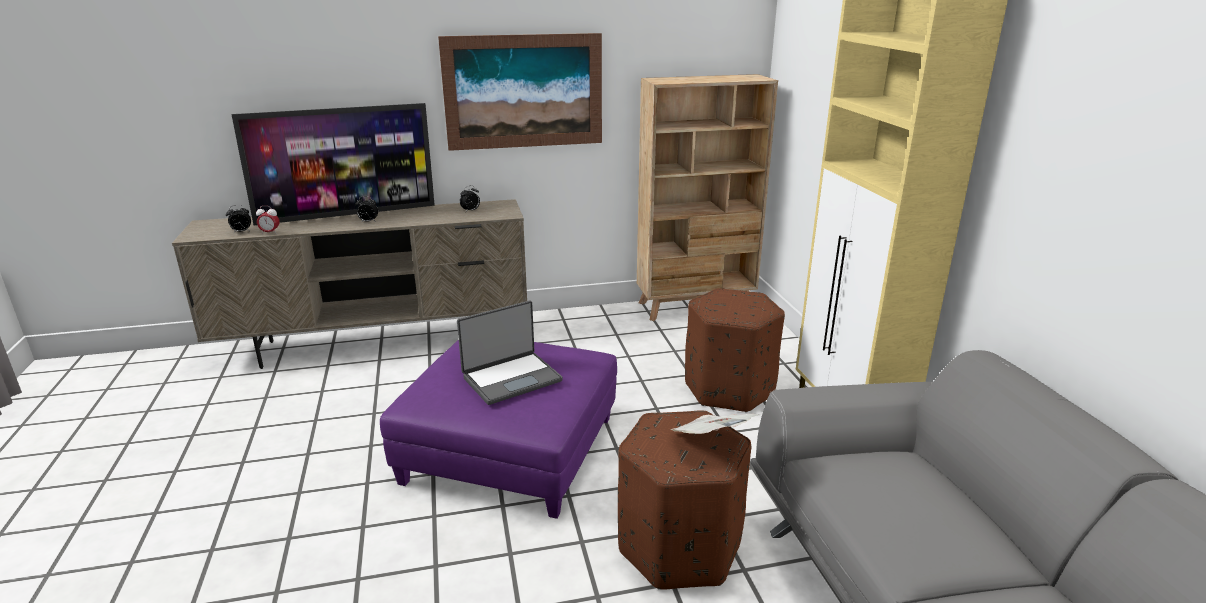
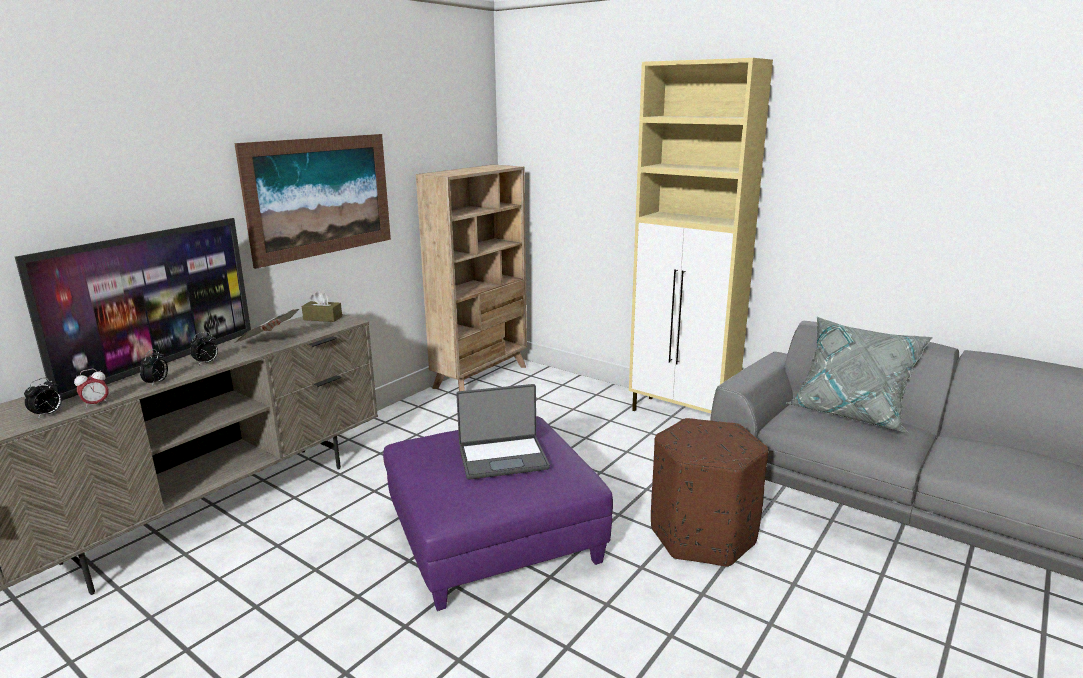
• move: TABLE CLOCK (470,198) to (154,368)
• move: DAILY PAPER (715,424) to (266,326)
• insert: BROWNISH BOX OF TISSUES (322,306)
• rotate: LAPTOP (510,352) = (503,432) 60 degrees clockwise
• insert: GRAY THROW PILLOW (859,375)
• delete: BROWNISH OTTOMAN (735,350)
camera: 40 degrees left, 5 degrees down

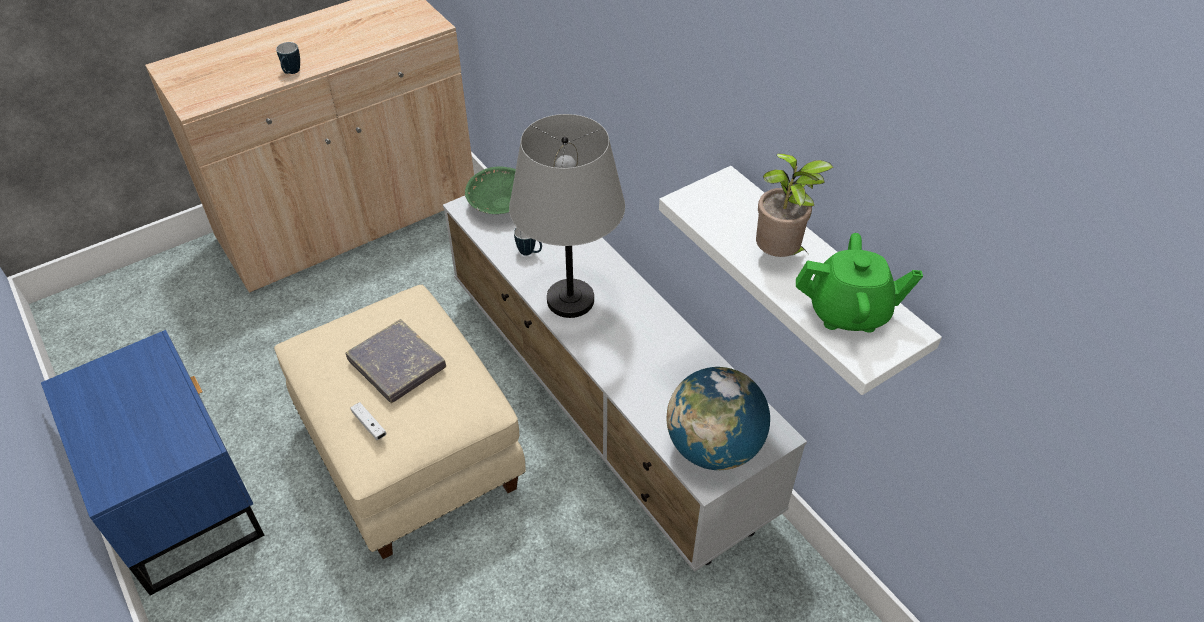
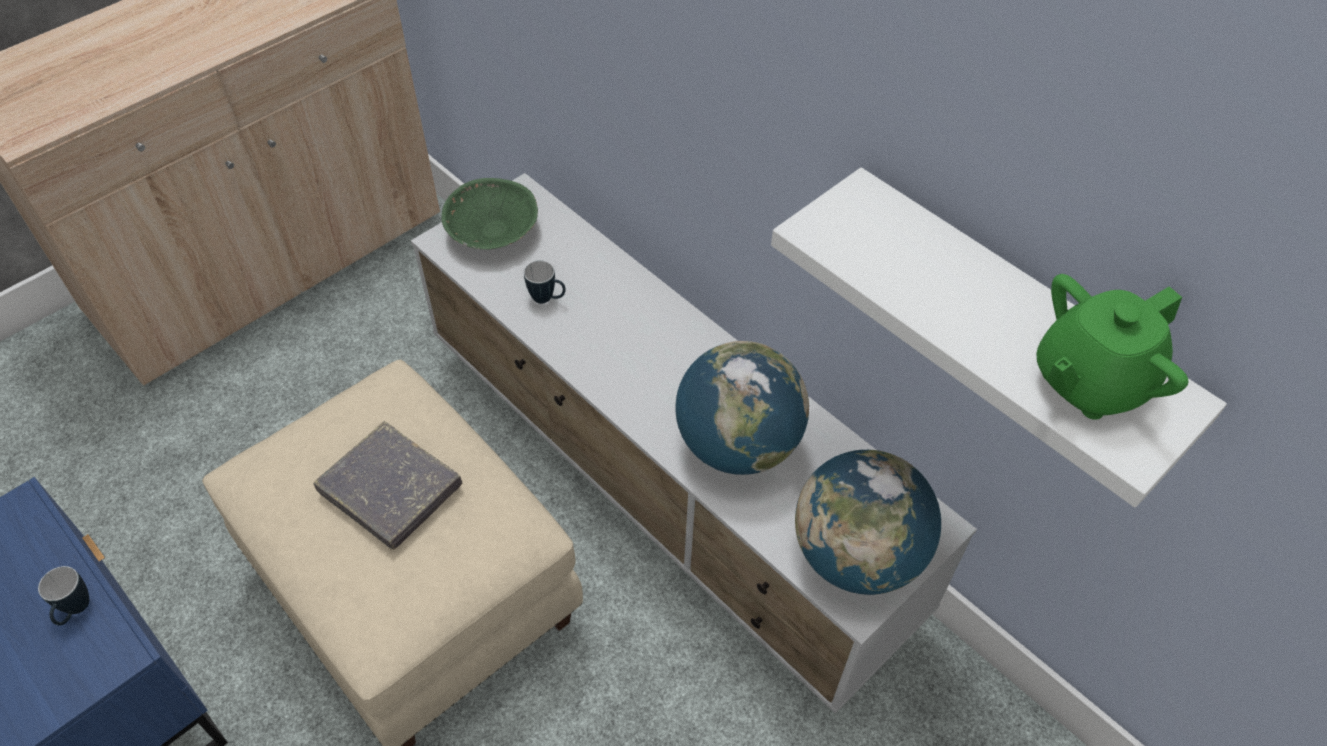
• move: MUG (288,58) to (63,596)
• insert: WORLD GLOBE (742,408)
• rotate: GREEN POT FOR TEA (859,283) = (1113,347) 150 degrees clockwise
• delete: WHITE-COLOURED GAME CONTROLLER (368,421)
• delete: GRAY TABLETOP LAMP (567,216)
• delete: POTTED PLANT (794,205)
camera: 10 degrees left, 5 degrees up

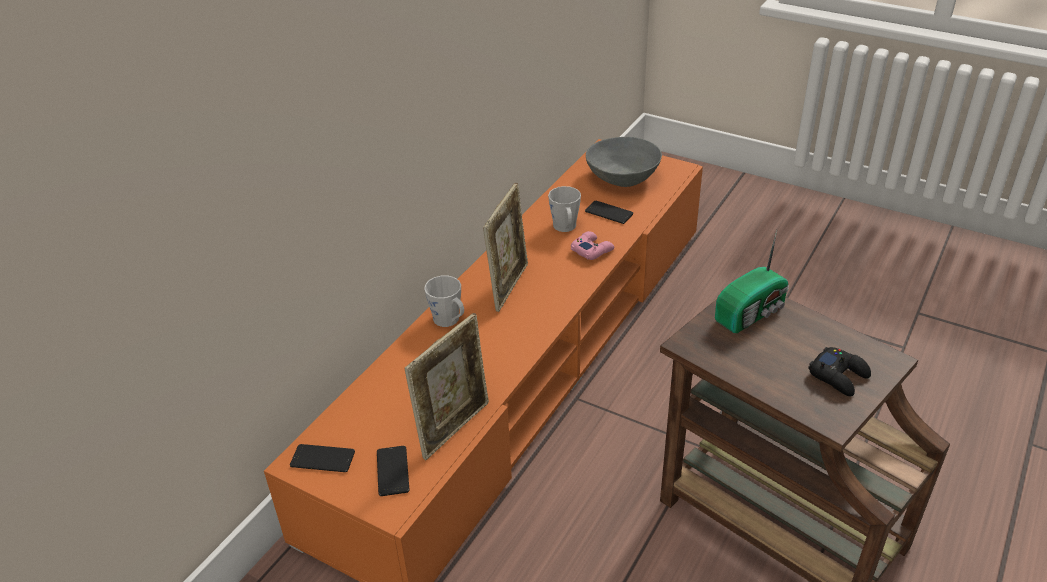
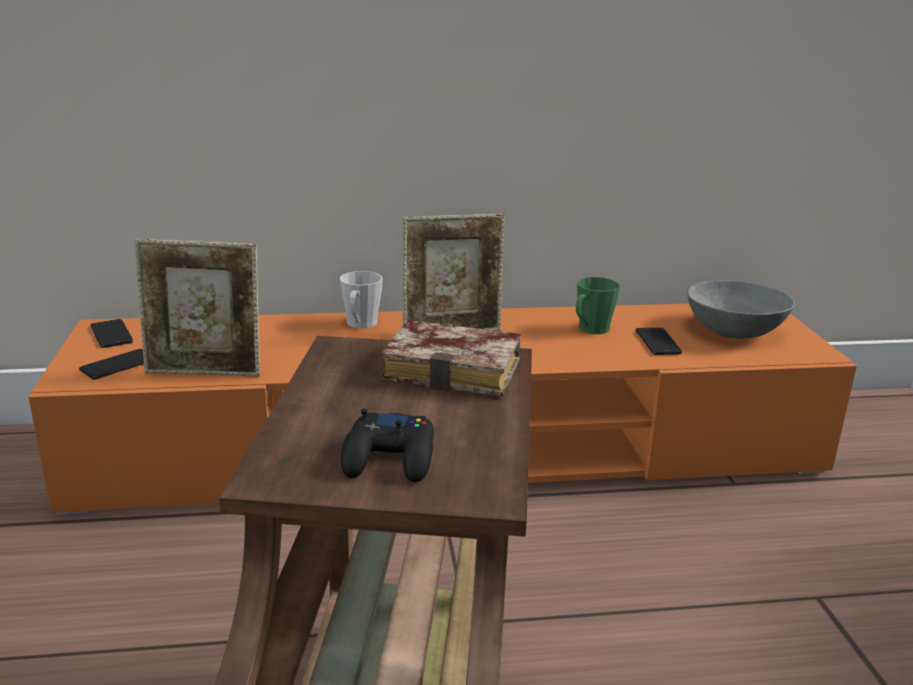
• replace: RADIO RECEIVER (752,281) to BOOK (451,358)
• recolor: GRAY MUG (564,209) to GREEN MUG (598,305)
• delete: PINKISH GAME CONTROLLER (593,245)
camera: 50 degrees right, 15 degrees down

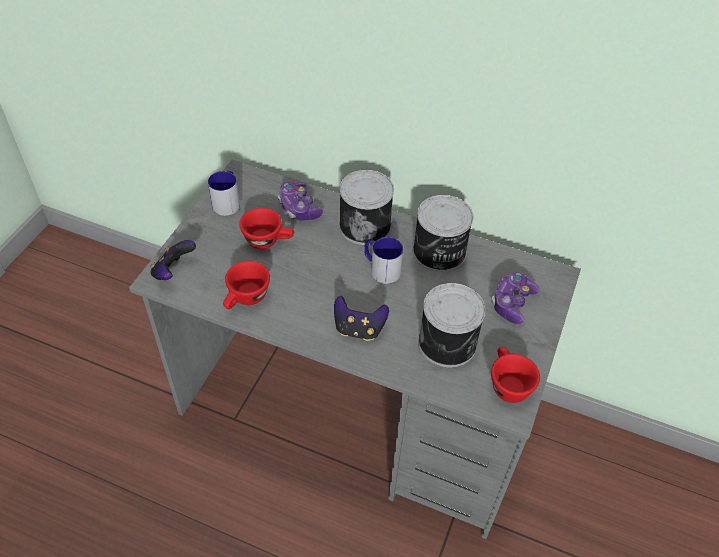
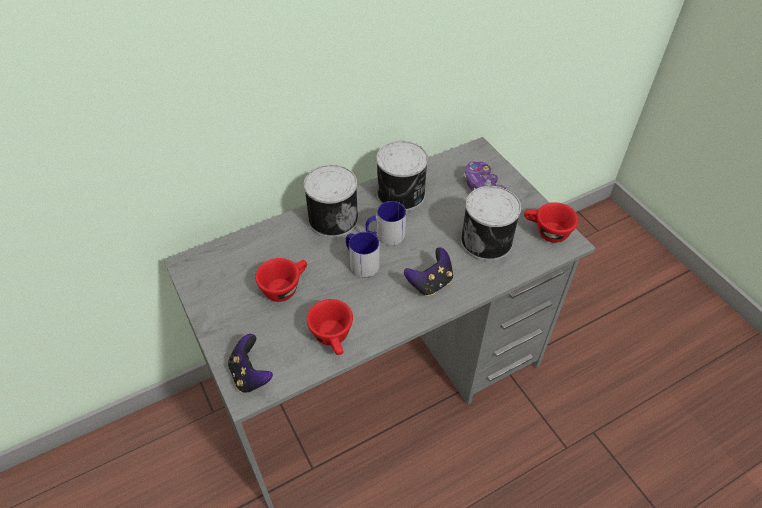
• move: MUG (224,193) to (362,254)
• delete: GAME CONTROLLER (300,201)
camera: 50 degrees left, 0 degrees up

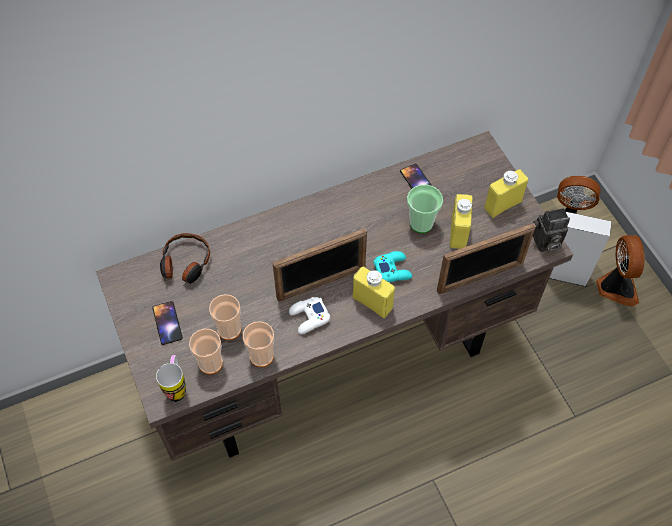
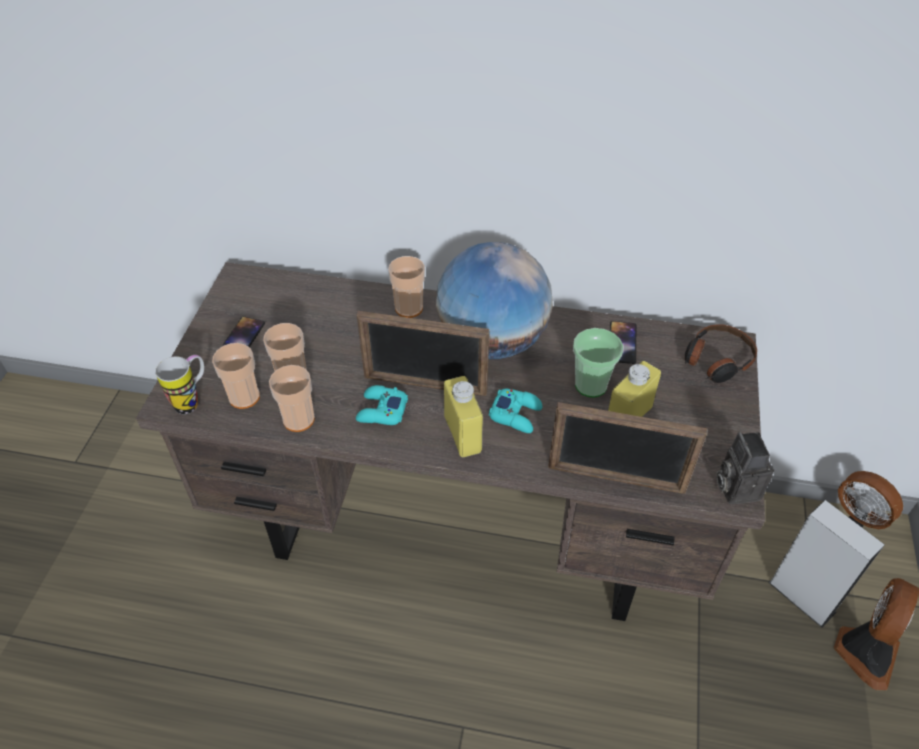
• recolor: WHITE-COLOURED GAME CONTROLLER (309,315) to TURQUOISE-COLOURED GAME CONTROLLER (382,405)
• insert: CUP (406,287)
• insert: WORLD GLOBE (494,300)
• move: HEADSET (185,259) to (721,353)
• rotate: PHOTO CAMERA (551,230) = (745,468) 60 degrees clockwise
• delete: YELLOWISH BEVERAGE BOTTLE (506,193)
camera: 35 degrees right, 10 degrees down

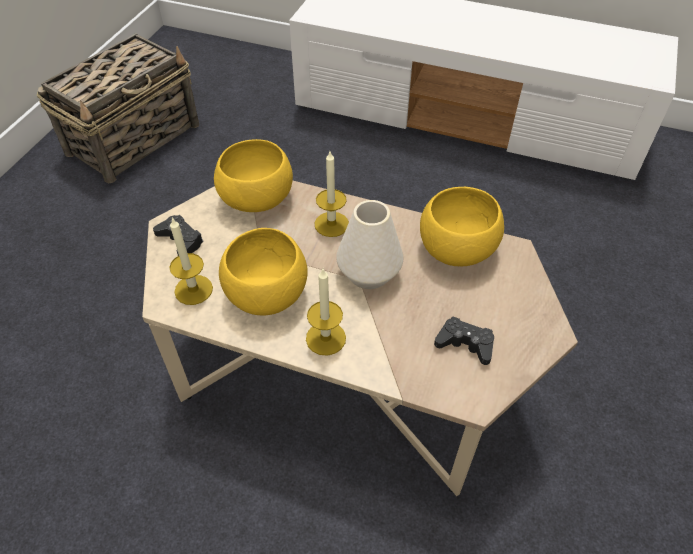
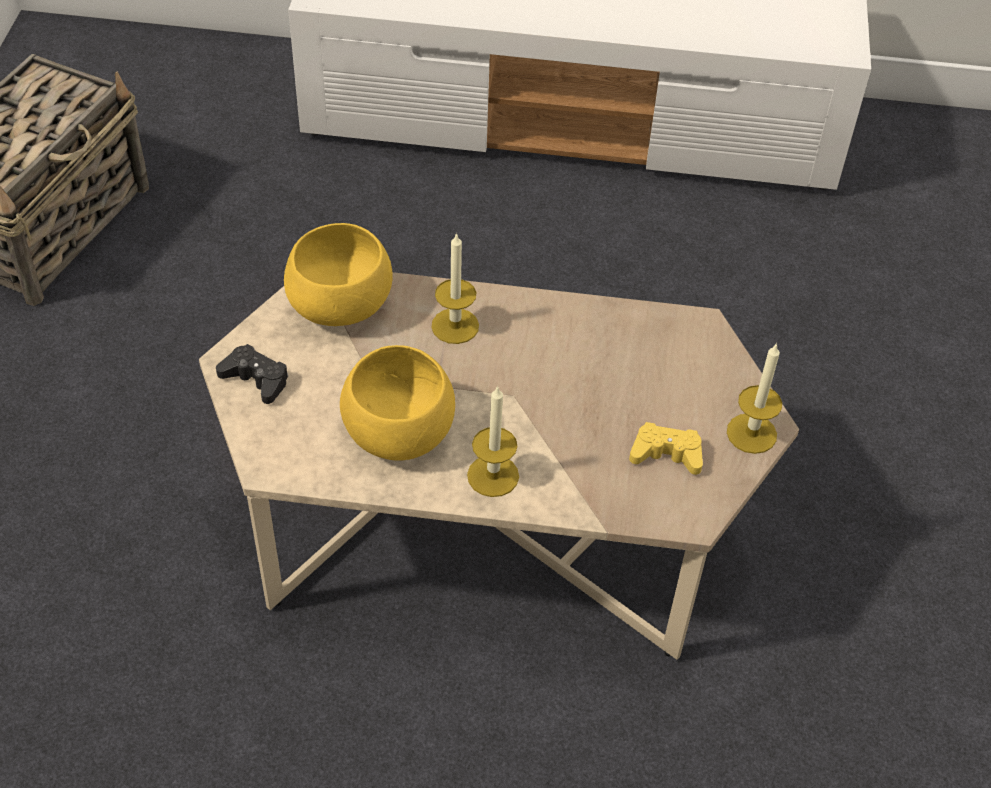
• recolor: BLACKISH GAME CONTROLLER (464,341) to YELLOWISH GAME CONTROLLER (666,448)
• move: WAX LIGHT (191,261) to (754,398)
• delete: WHITE-COLOURED VASE (369,244)
• delete: YELLOWISH DEEP DISH (462,226)
camera: 15 degrees left, 0 degrees up

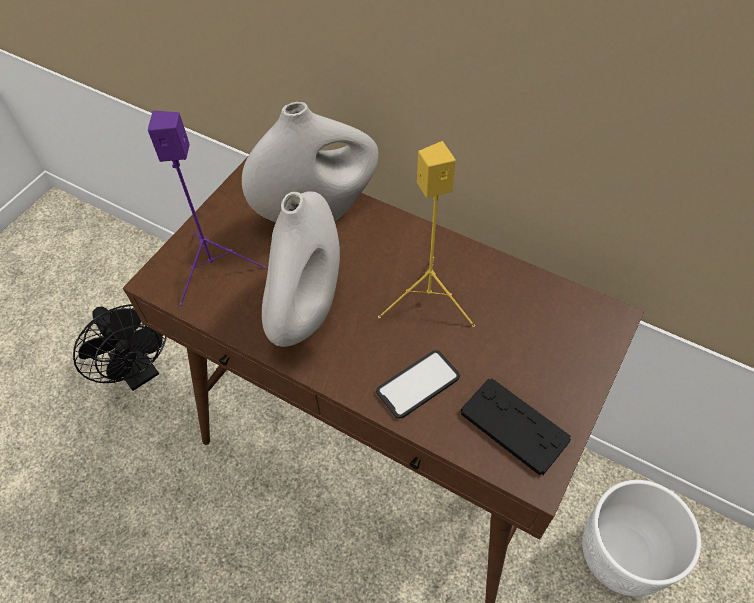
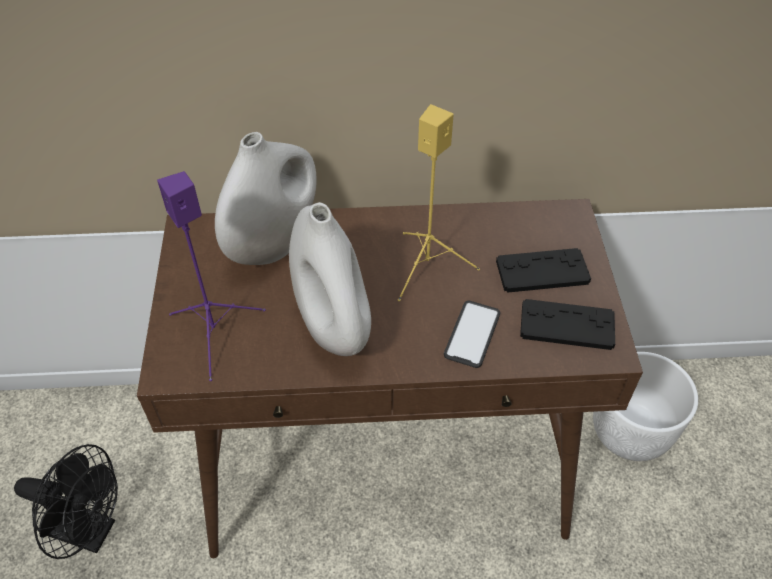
• insert: BLACKISH GAME CONTROLLER (543,270)
camera: 35 degrees left, 5 degrees down

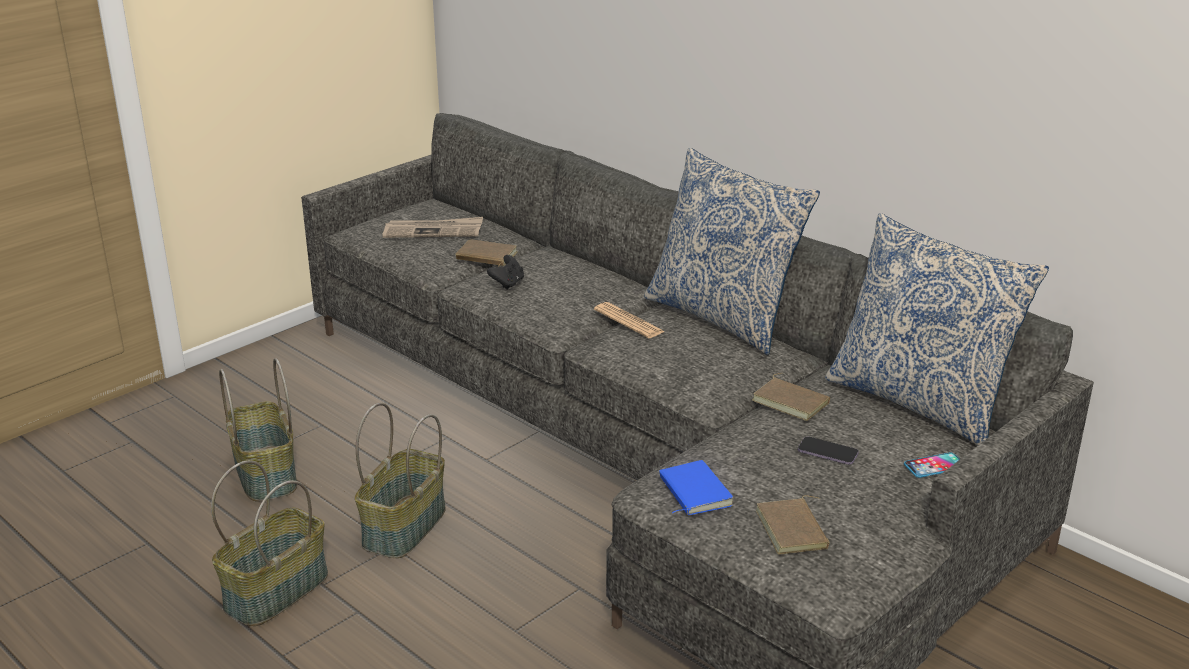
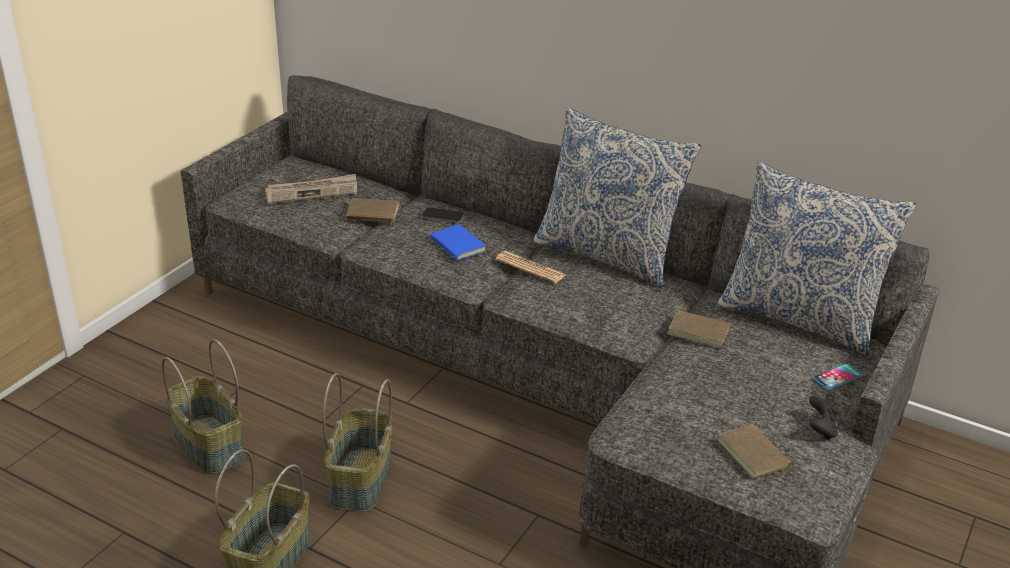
• move: PHONE (828,450) to (443,215)
• move: BLUE-COLOURED BOOK (696,488) to (458,242)
• move: BLACKISH GAME CONTROLLER (505,272) to (823,418)
camera: 15 degrees left, 5 degrees up

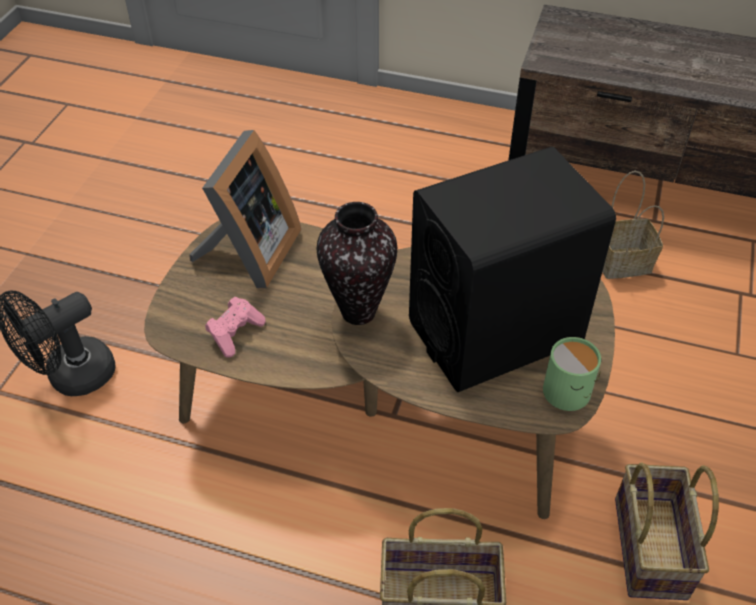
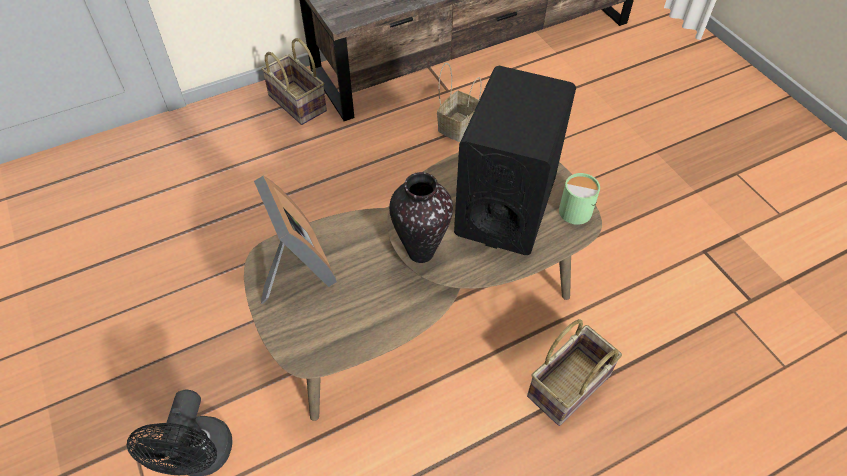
• move: HOUSEHOLD BASKET (667,531) to (294,81)
• delete: PINKISH GAME CONTROLLER (235,327)
camera: 45 degrees left, 5 degrees up

